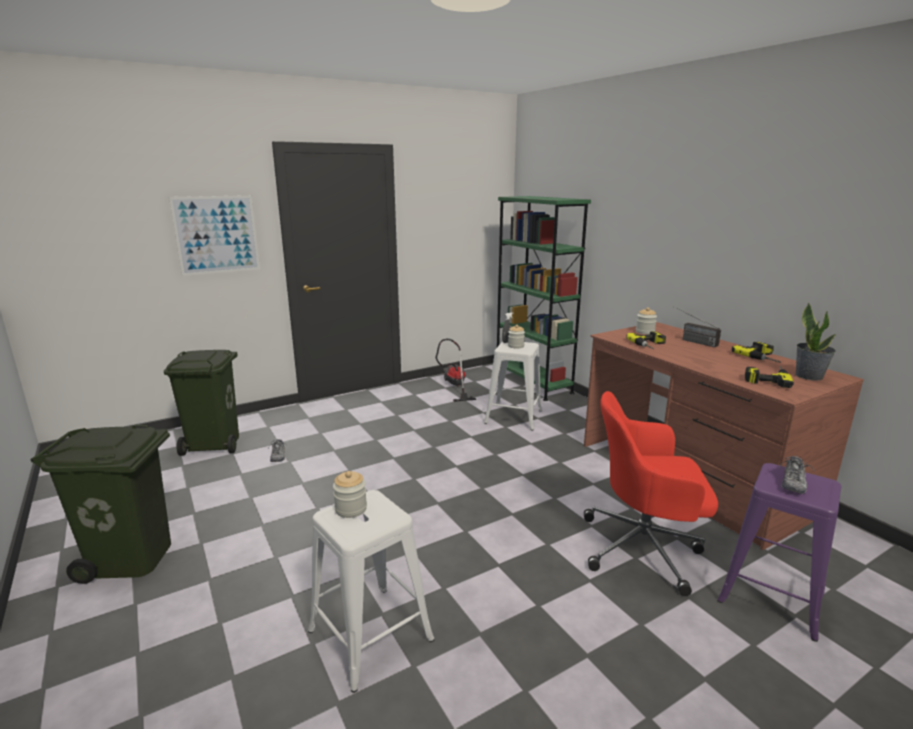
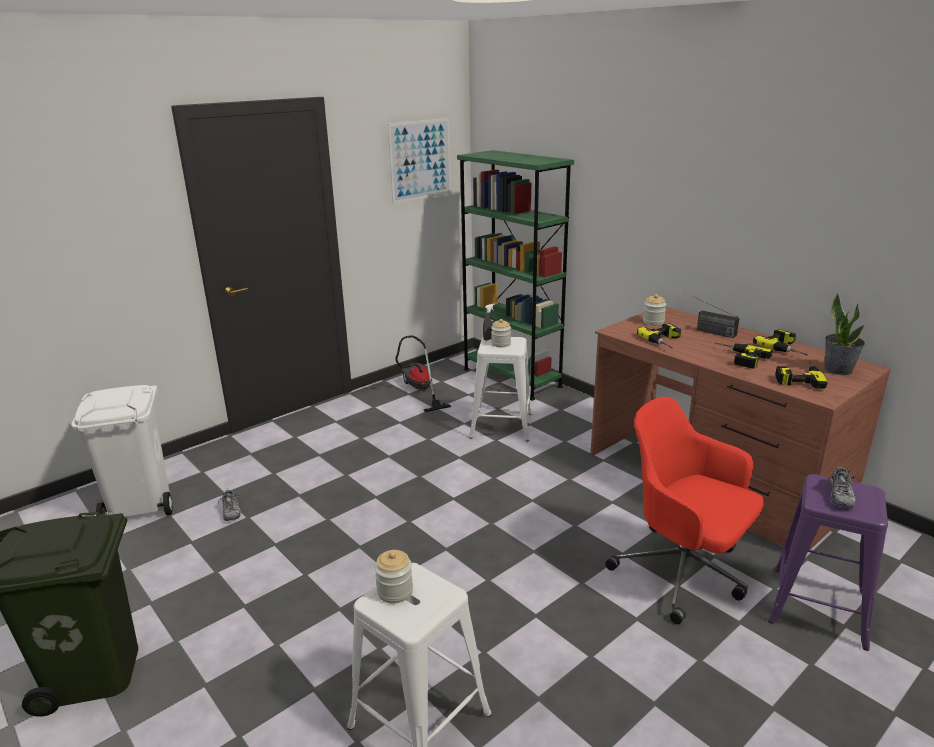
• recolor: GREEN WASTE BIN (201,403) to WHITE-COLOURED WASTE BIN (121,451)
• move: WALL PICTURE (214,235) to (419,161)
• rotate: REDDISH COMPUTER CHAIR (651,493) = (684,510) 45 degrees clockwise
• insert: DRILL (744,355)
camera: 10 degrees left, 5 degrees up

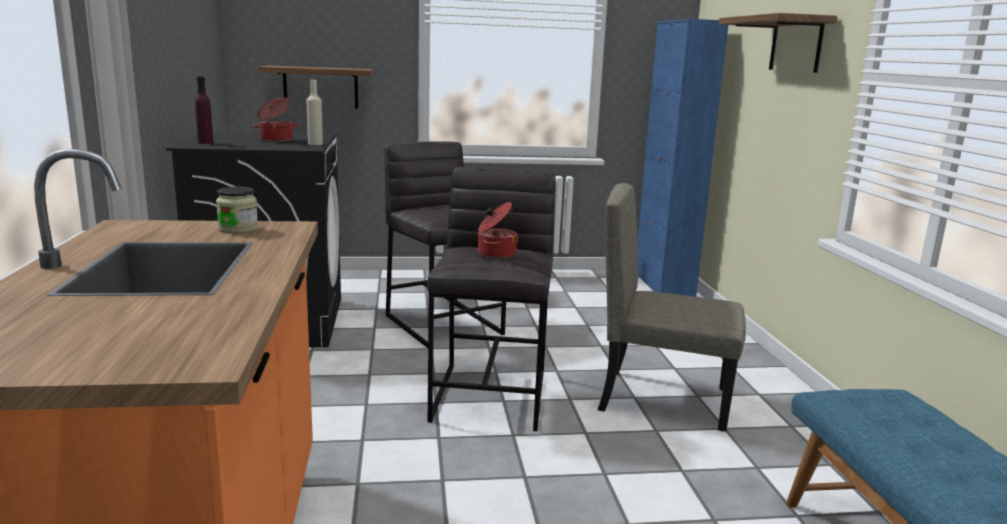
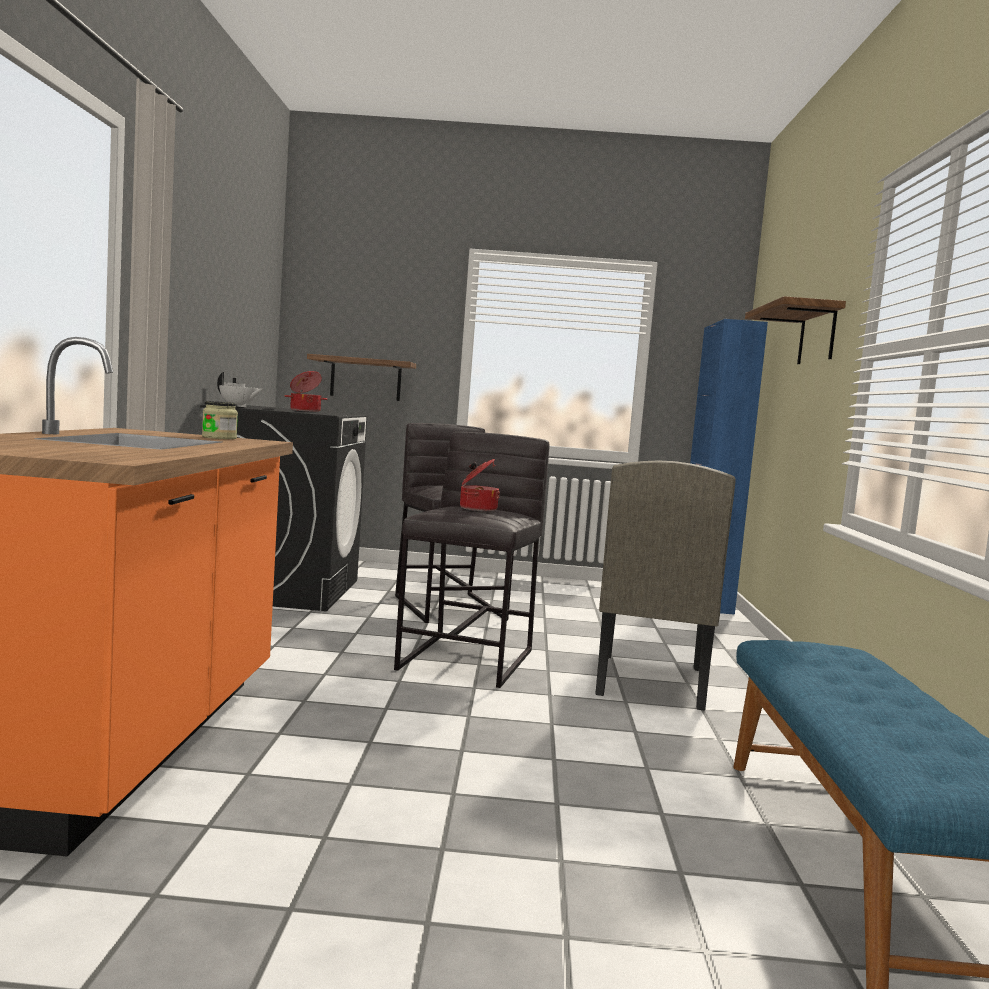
• replace: PURPLE-COLOURED BEVERAGE BOTTLE (204,110) to WHITE-COLOURED POT FOR TEA (240,389)
• rotate: BEIGE-COLOURED UPRIGHT CHAIR (672,307) = (665,585) 105 degrees counterclockwise
• delete: BEIGE-COLOURED BEVERAGE BOTTLE (314,112)
camera: 10 degrees right, 10 degrees down

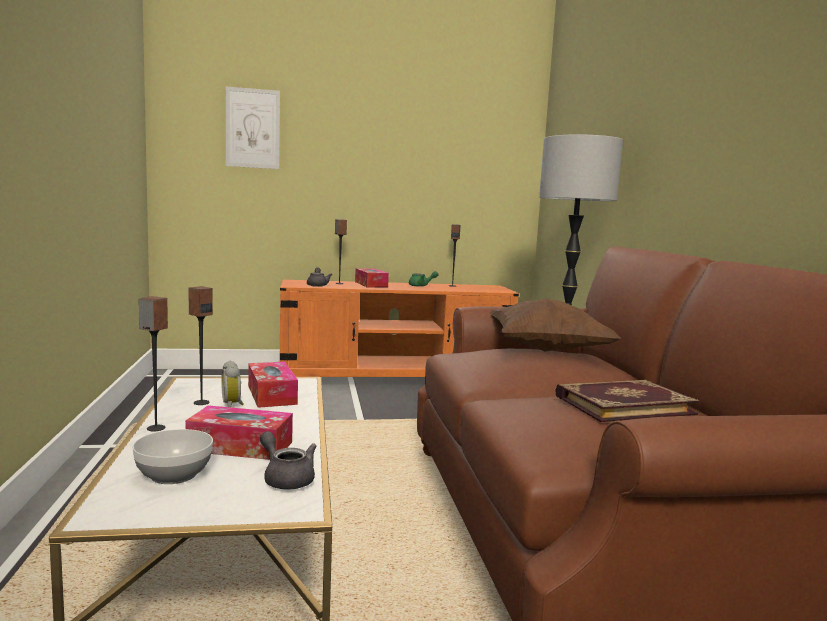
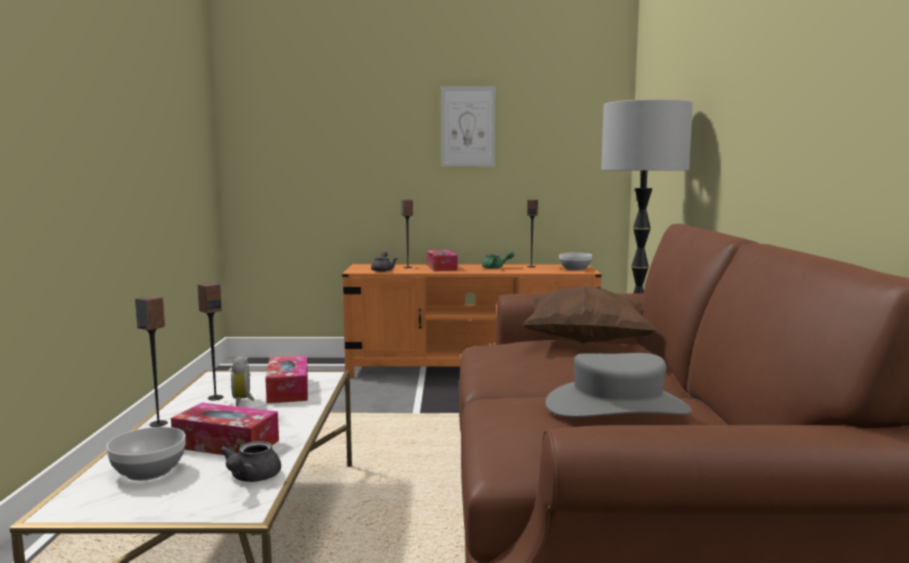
• rotate: GRAY POT FOR TEA (288,460) = (250,461) 135 degrees counterclockwise
• move: WALL PICTURE (253,128) to (468,126)
• replace: BOOK (627,401) to GRAY CLOTHING HAT (619,385)
• insert: DEEP DISH (575,262)
camera: 10 degrees right, 0 degrees up

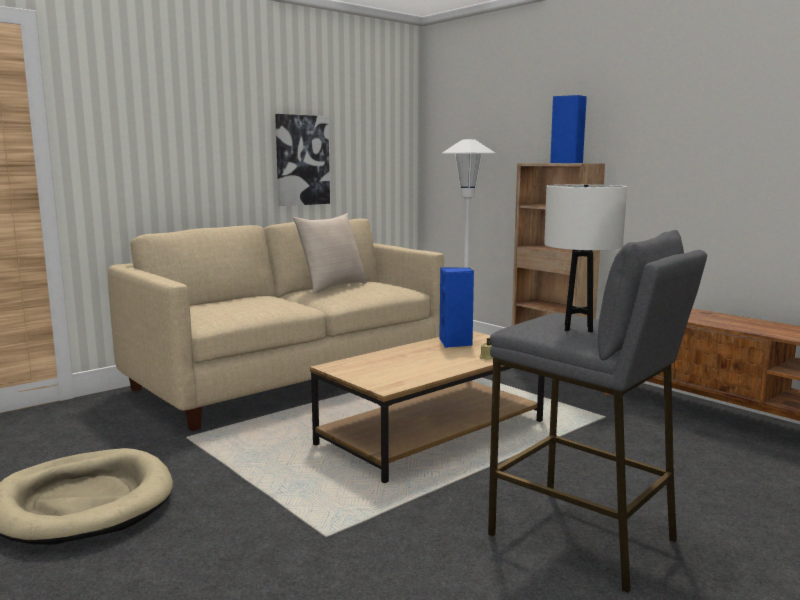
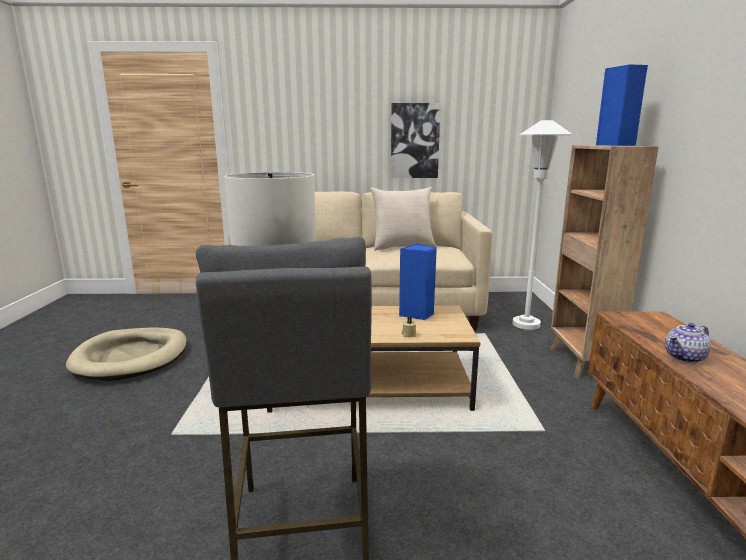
• insert: POT FOR TEA (688,343)
camera: 40 degrees right, 5 degrees up

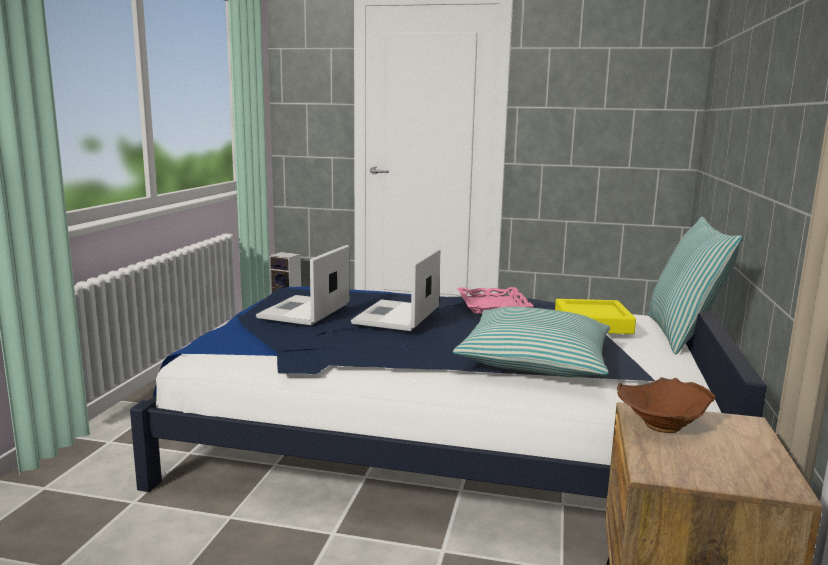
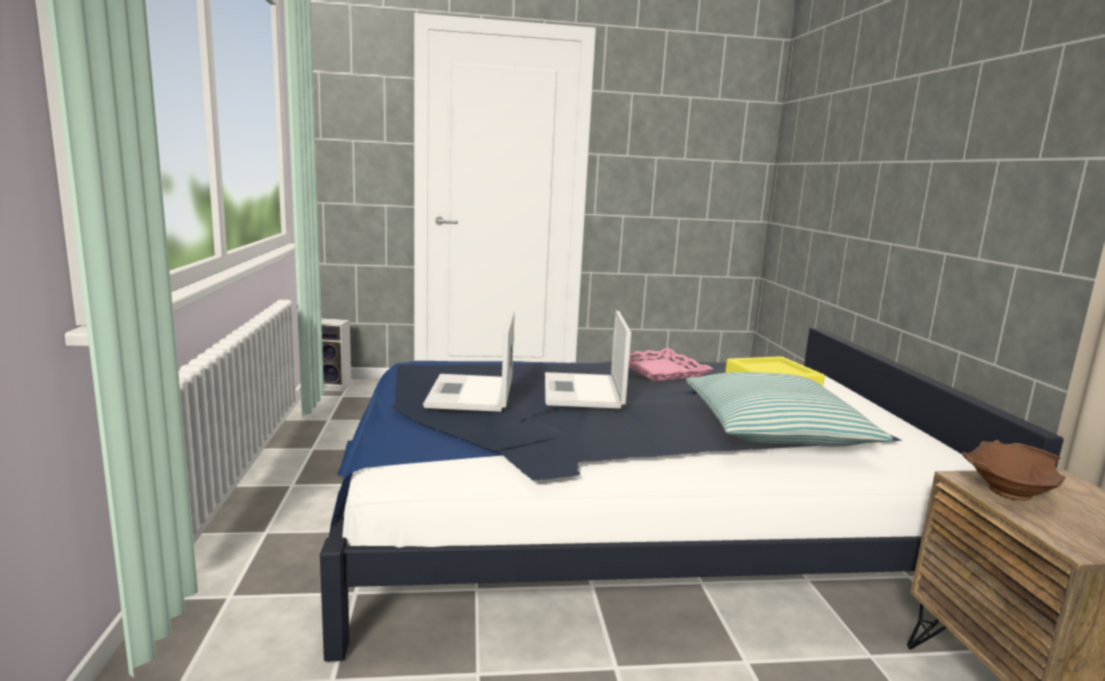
• delete: THROW PILLOW (695,285)
camera: 20 degrees left, 0 degrees up

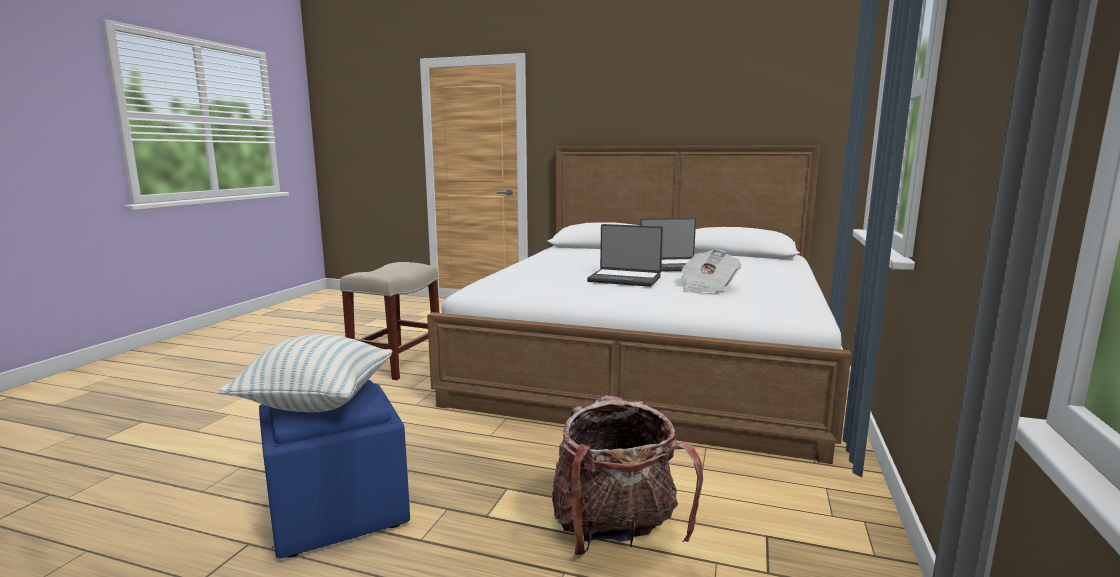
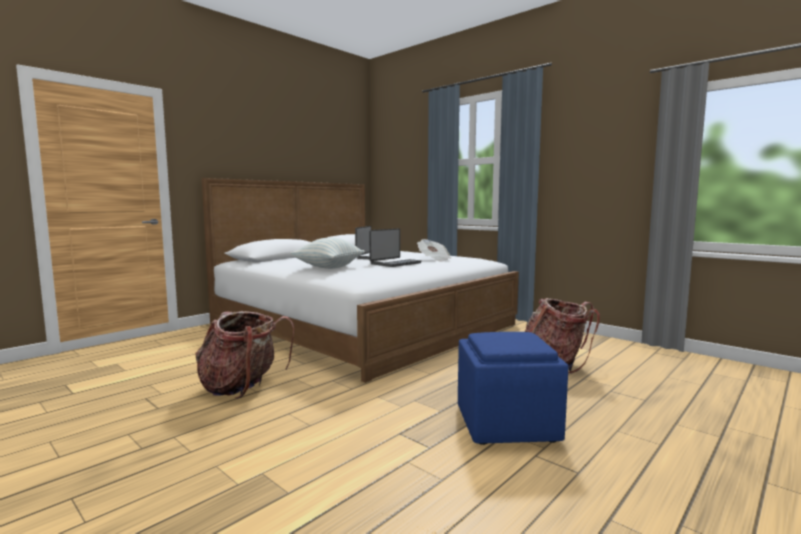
• replace: BEIGE-COLOURED STOOL SEAT (389,321) to KNAPSACK (244,355)
• move: THROW PILLOW (306,373) to (327,253)
camera: 65 degrees left, 5 degrees down

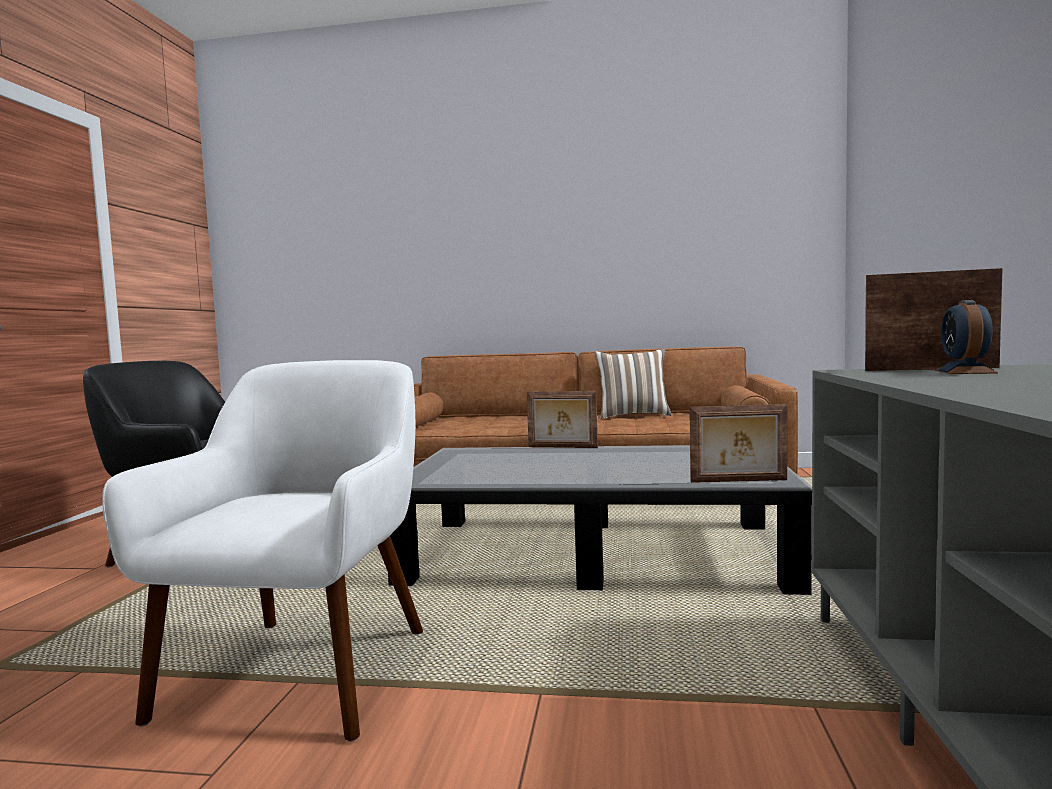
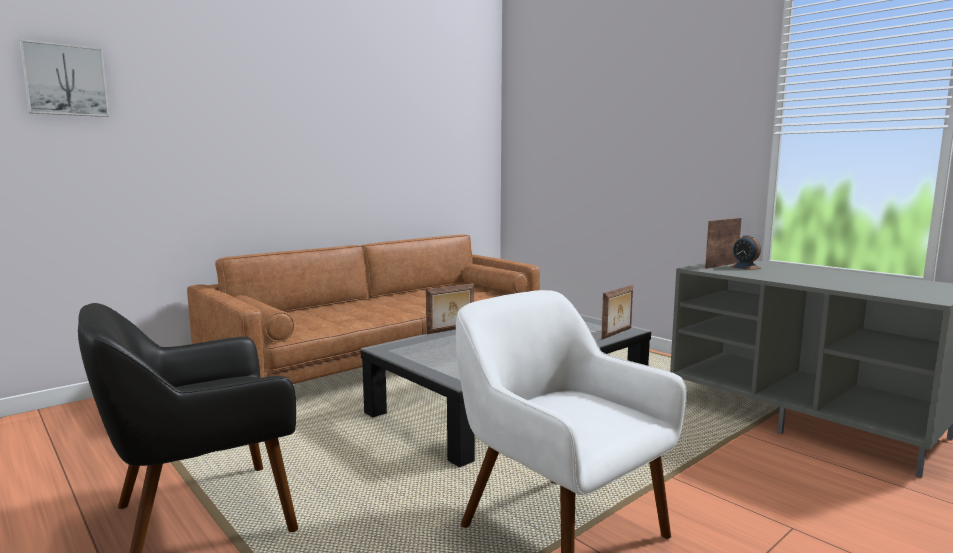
• insert: WALL PICTURE (64,78)
• delete: THROW PILLOW (633,384)
camera: 50 degrees left, 5 degrees up

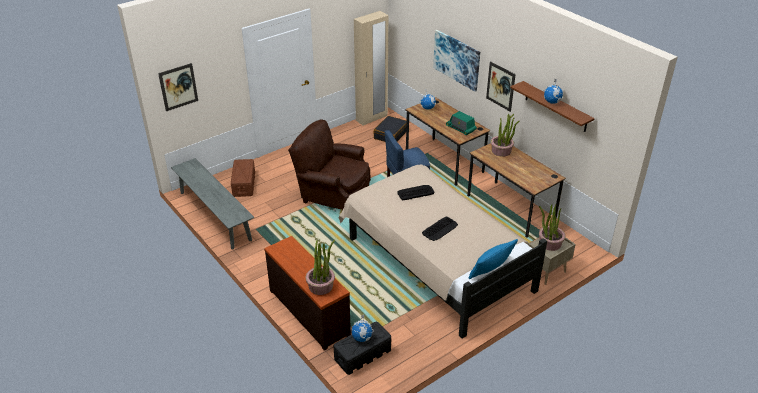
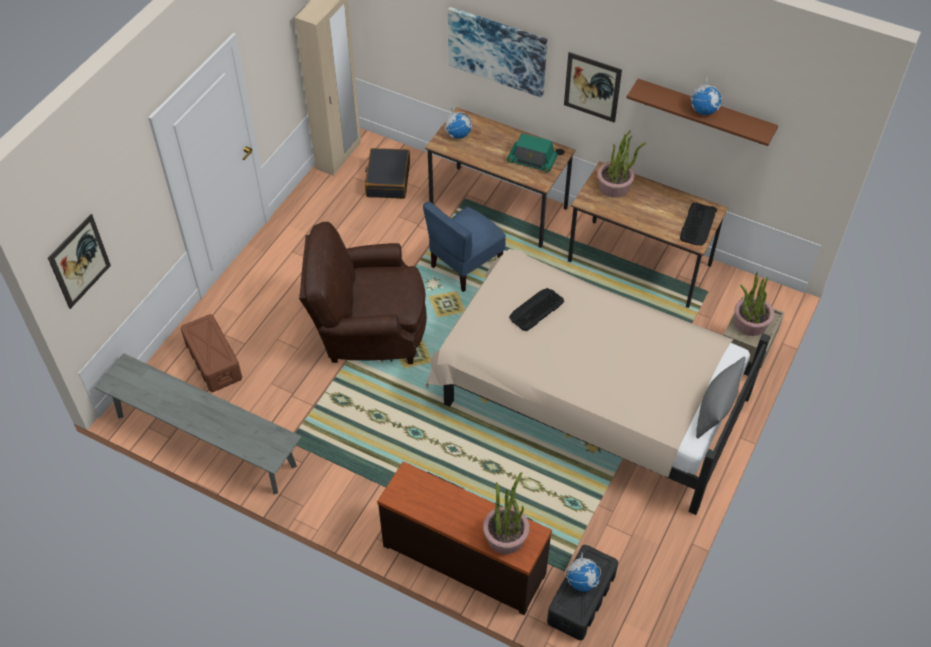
• move: KEYBOARD (440,229) to (697,224)
• recolor: BLUE-COLOURED THROW PILLOW (493,259) to GRAY THROW PILLOW (721,397)
camera: 25 degrees left, 15 degrees up

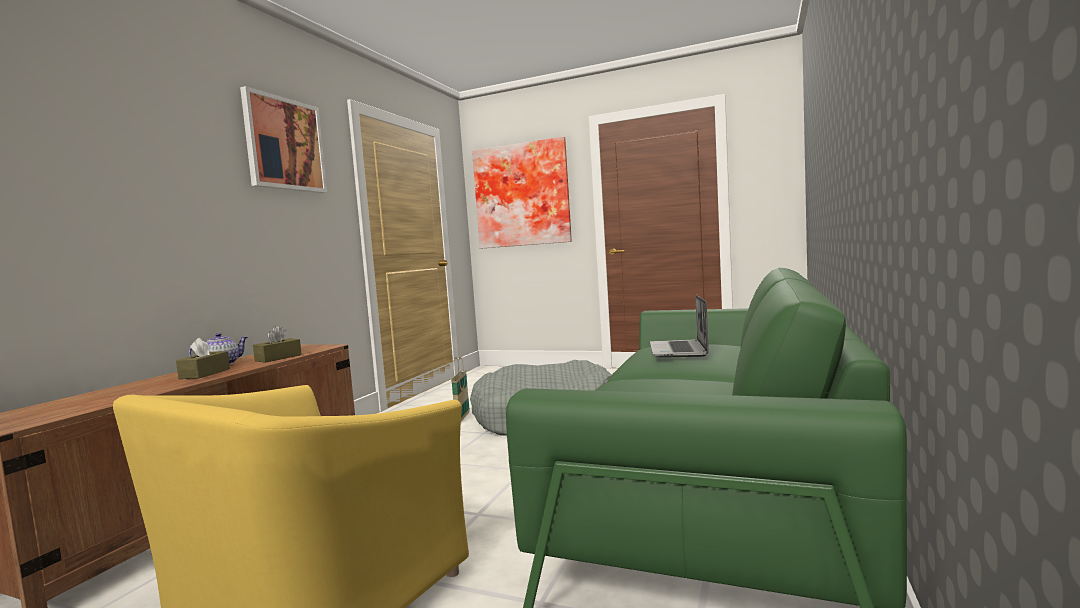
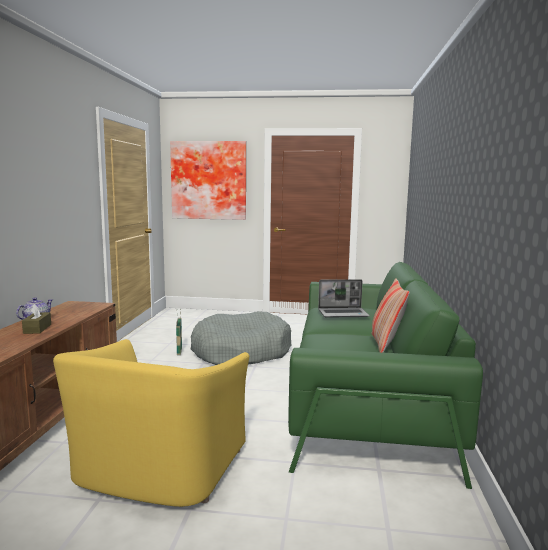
• rotate: LAPTOP (679,326) = (344,298) 90 degrees counterclockwise
• insert: THROW PILLOW (390,315)
• delete: WALL PICTURE (283,139)
• delete: BROWNISH BOX OF TISSUES (277,344)
camera: 15 degrees left, 5 degrees up

